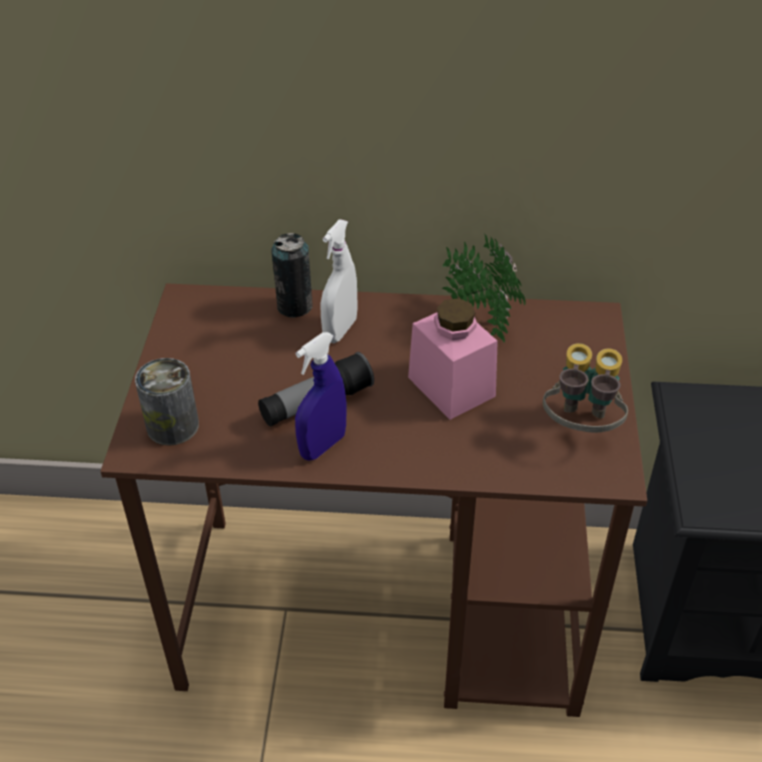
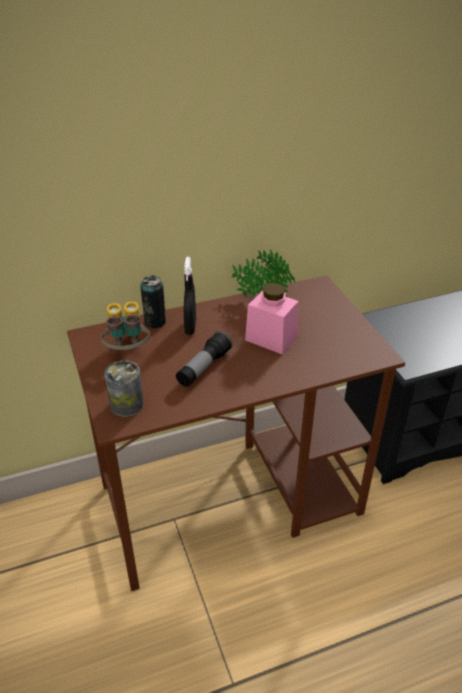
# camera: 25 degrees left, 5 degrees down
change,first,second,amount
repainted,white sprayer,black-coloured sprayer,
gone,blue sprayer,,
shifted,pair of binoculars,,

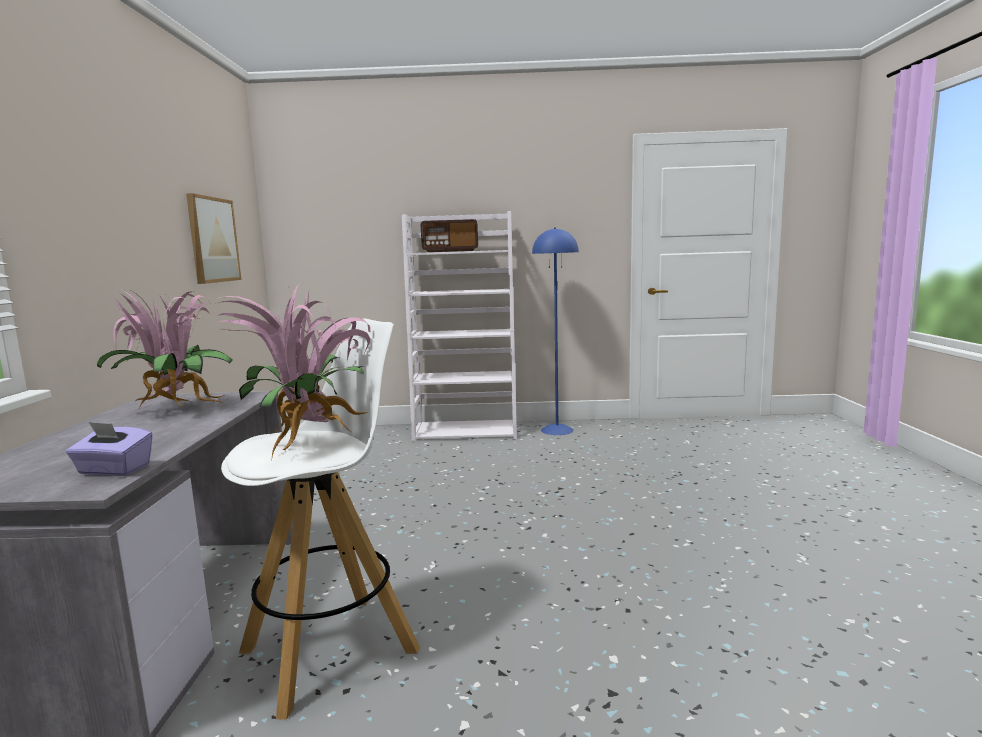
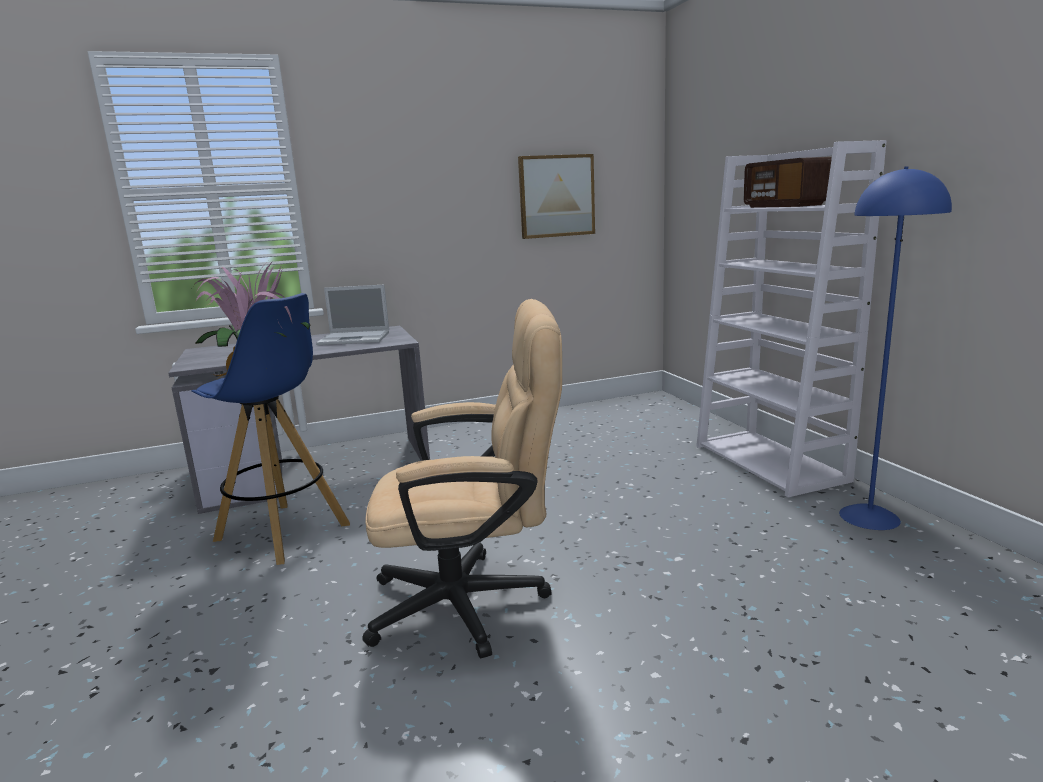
# camera: 70 degrees right, 5 degrees up
change,first,second,amount
swapped,plant in a pot (no. 1 from left),portable computer,
repainted,white stool seat,blue stool seat,
gone,purple-coloured box of tissues,,
new,,sand-coloured computer chair,

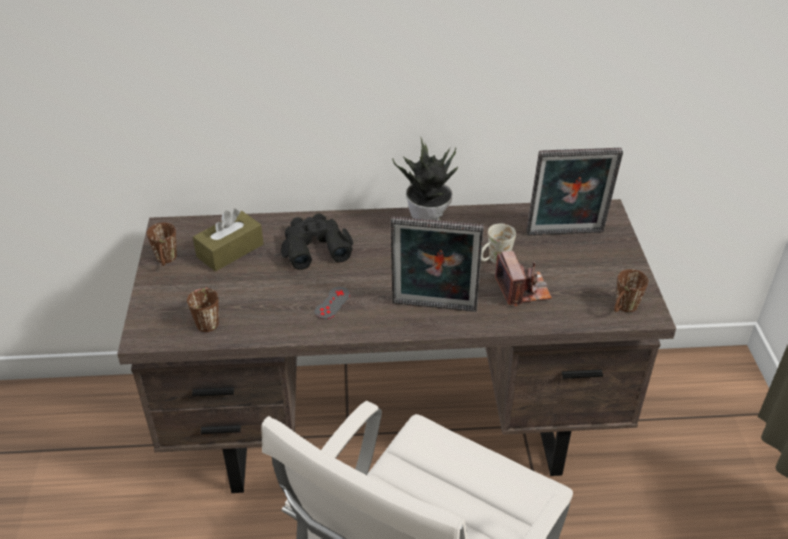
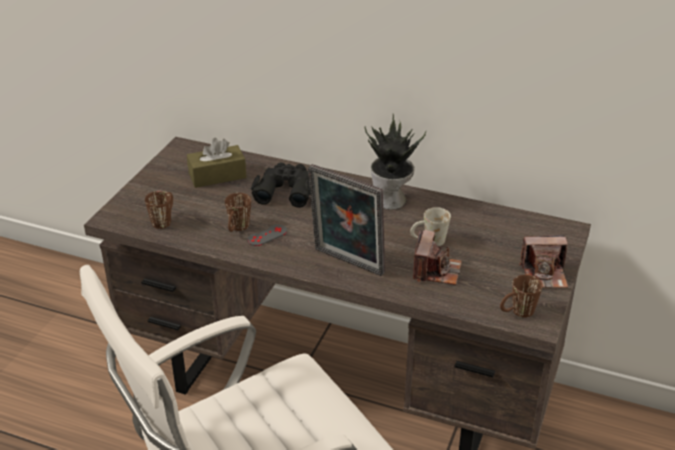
# camera: 25 degrees right, 5 degrees down
change,first,second,amount
gone,standing frame (no. 2 from left),,
shifted,brownish mug (no. 1 from left in the first image),brownish mug (no. 2 from left),
new,,photo camera (no. 2 from left),

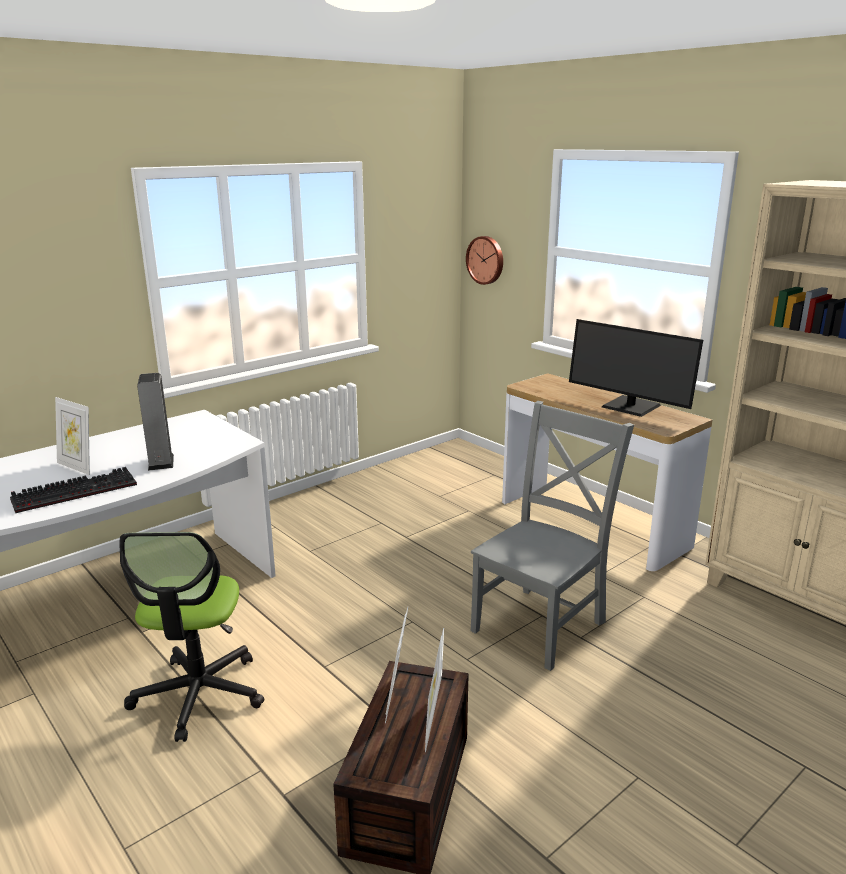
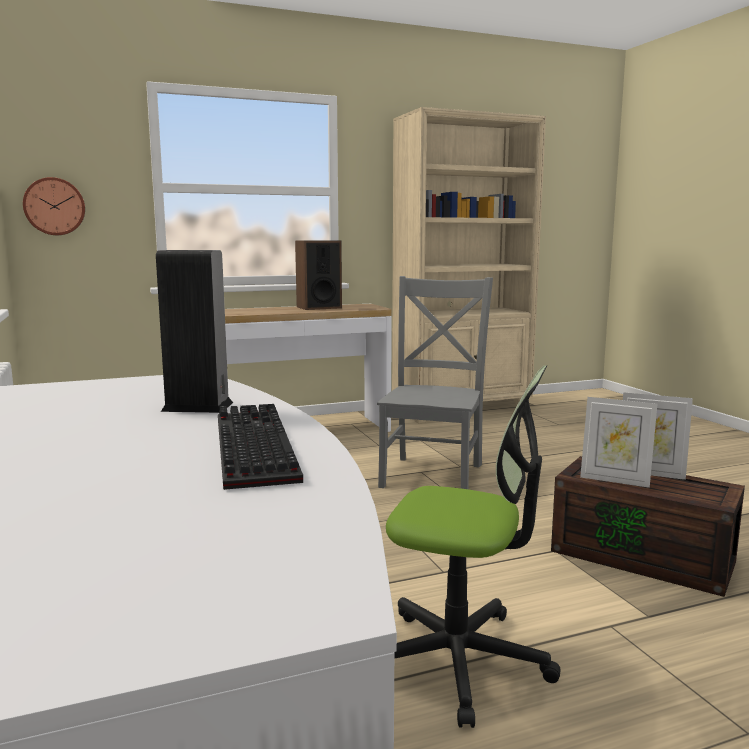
# camera: 70 degrees left, 10 degrees down
change,first,second,amount
swapped,computer display,speaker (no. 2 from left),
gone,standing frame (no. 1 from left),,
rotated,grey plain chair,,45 degrees clockwise

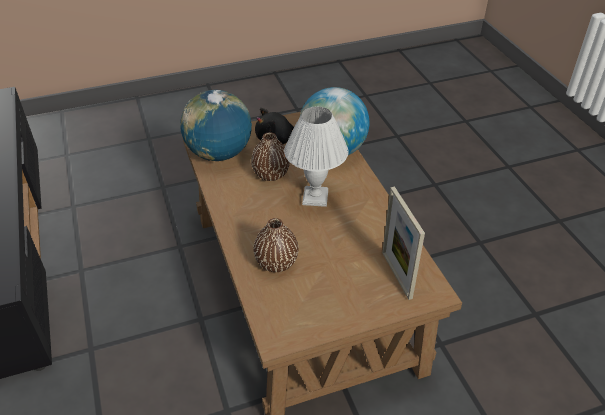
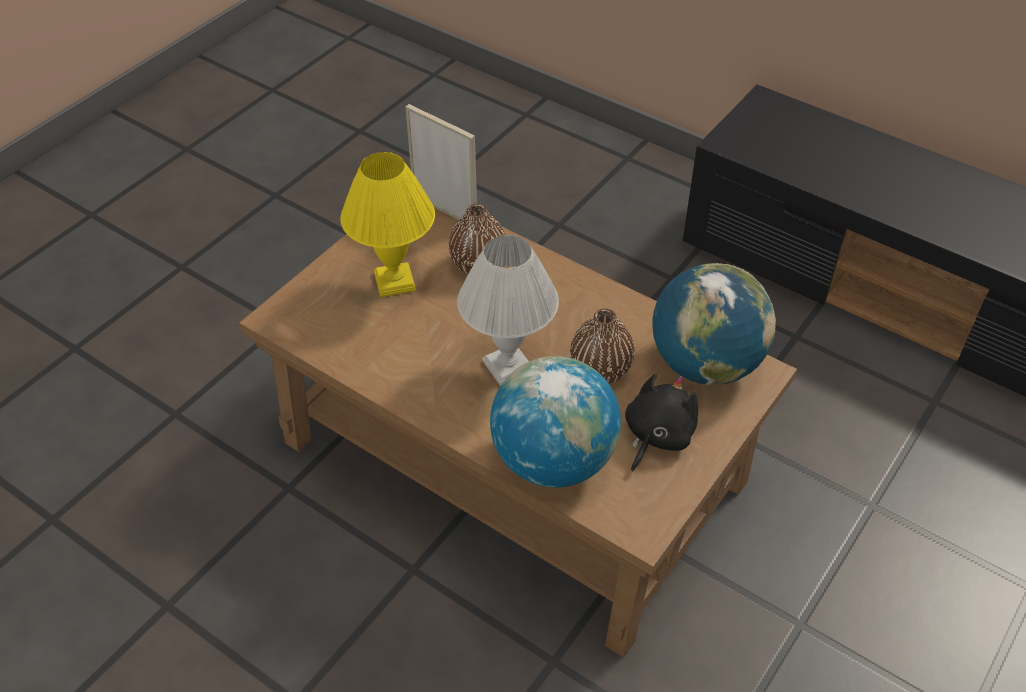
# camera: 145 degrees right, 5 degrees up
change,first,second,amount
shifted,standing frame,,
new,,yellow-coloured lamp for a table,

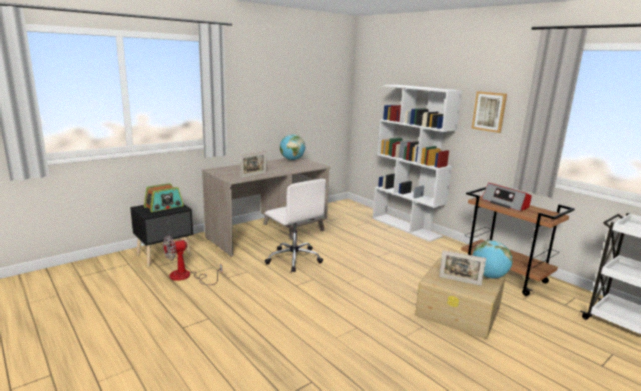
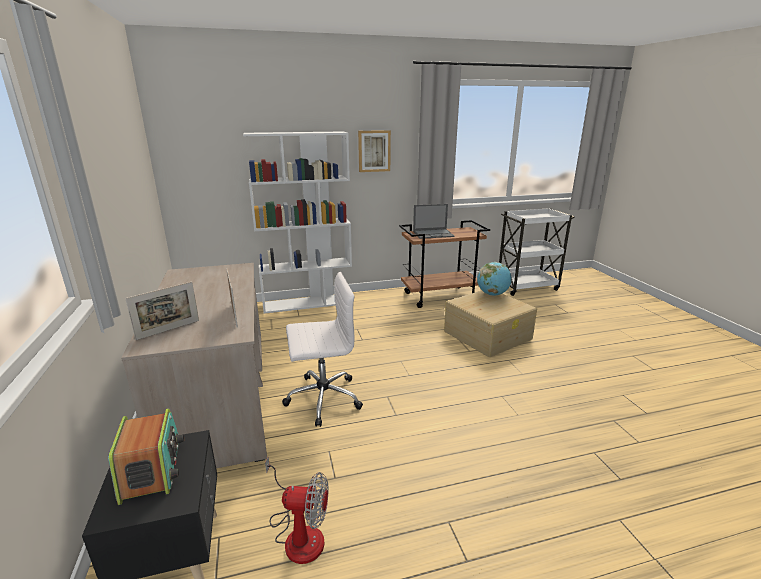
# camera: 65 degrees left, 5 degrees up
change,first,second,amount
gone,world globe (no. 1 from left),,
swapped,radio (no. 2 from left),portable computer,
rotated,electric fan,,75 degrees counterclockwise
shifted,standing frame (no. 2 from left in the first image),standing frame (no. 1 from left),

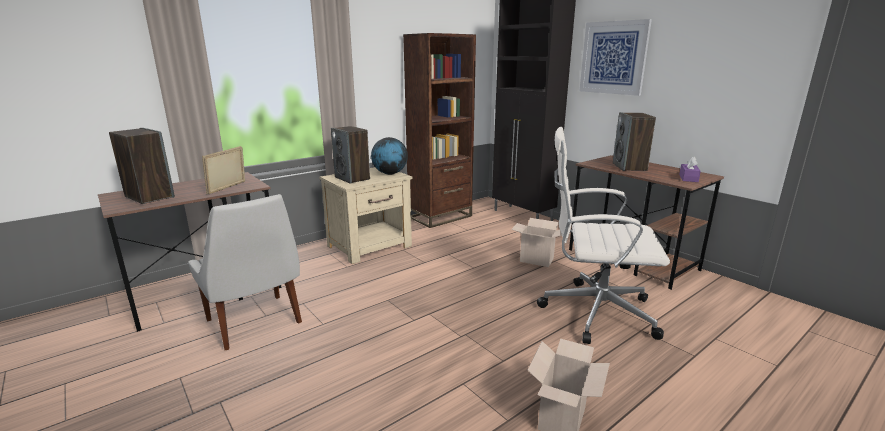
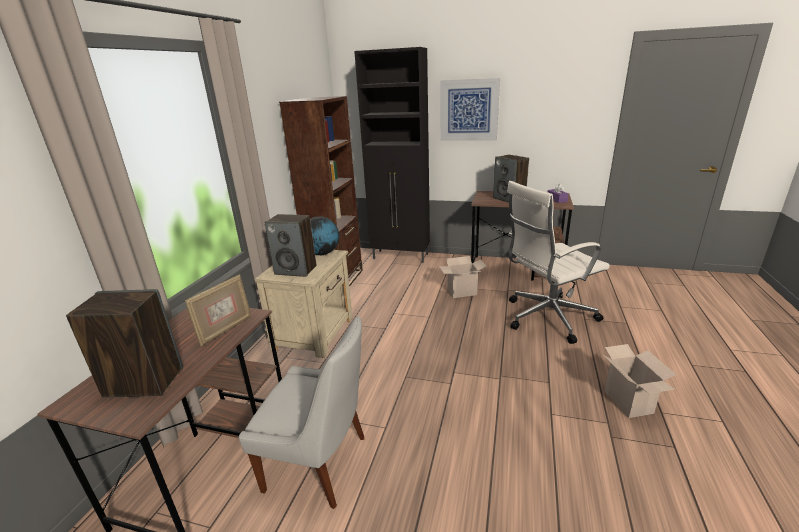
# camera: 35 degrees left, 5 degrees up
change,first,second,amount
rotated,standing frame,,135 degrees counterclockwise

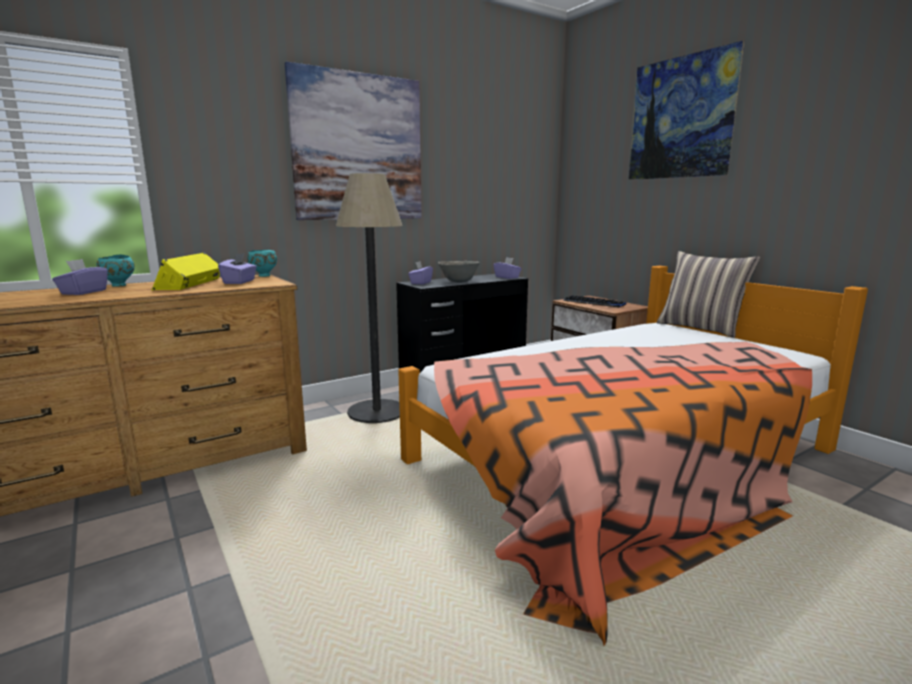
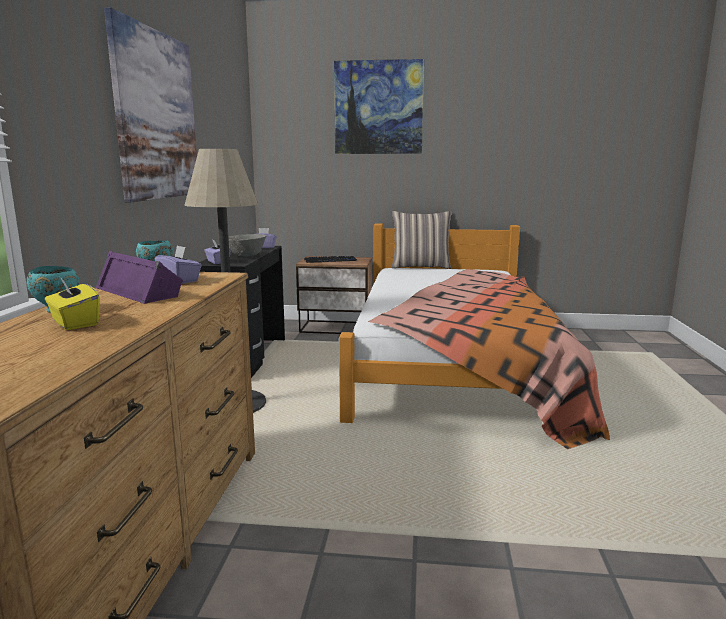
# camera: 50 degrees left, 0 degrees up
change,first,second,amount
repainted,yellow-coloured speaker,purple-coloured speaker,
repainted,purple-coloured box of tissues (no. 1 from left),yellow-coloured box of tissues,

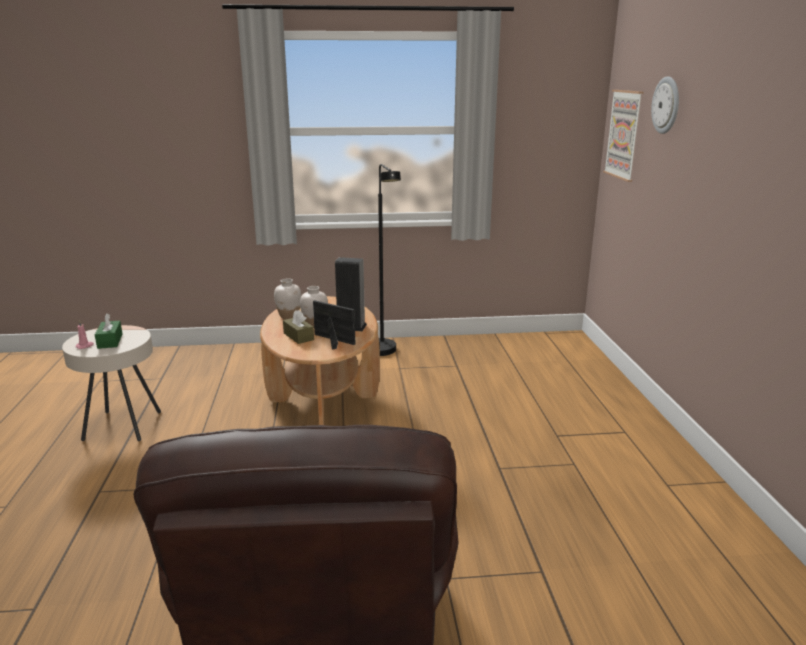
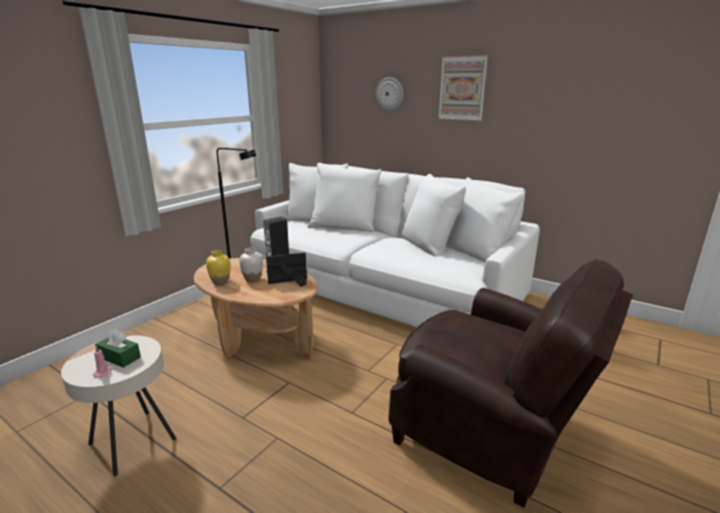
# camera: 50 degrees left, 0 degrees up
change,first,second,amount
shifted,picture,,
repainted,white vase (no. 1 from left),yellow-coloured vase,
gone,brownish box of tissues,,
new,,white couch,

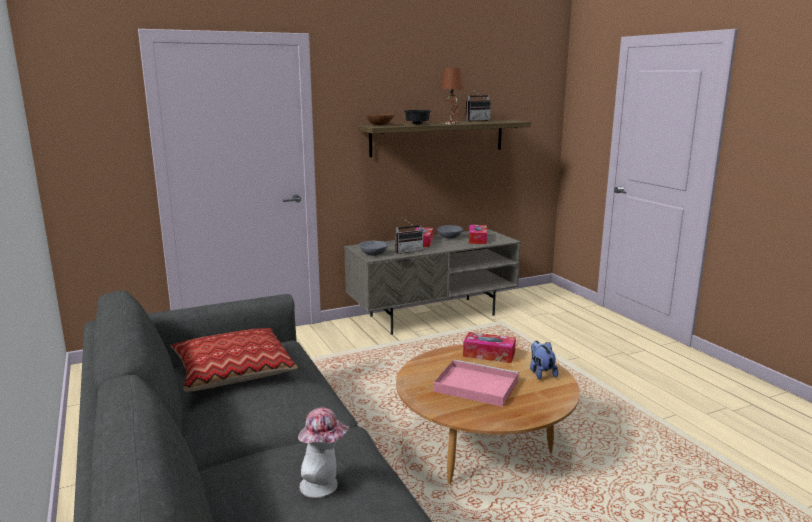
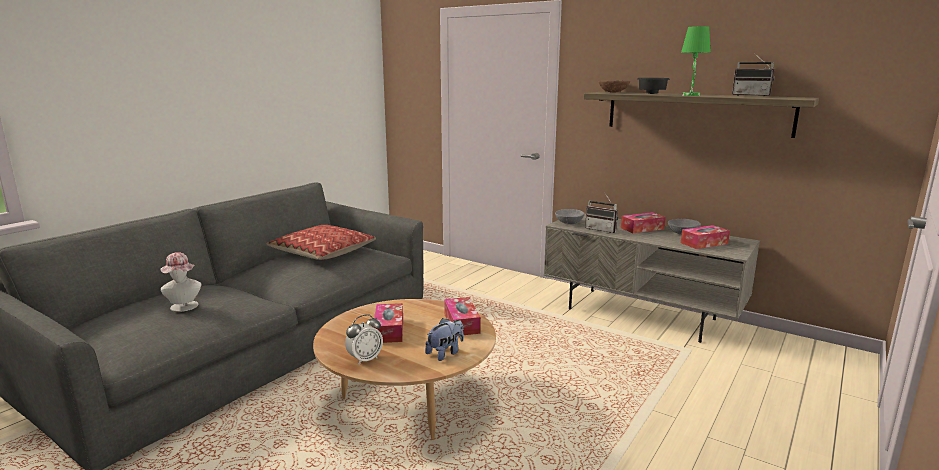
# camera: 60 degrees right, 0 degrees up
change,first,second,amount
repainted,brownish lamp for a table,green-coloured lamp for a table,
swapped,pink-coloured carrying tray,box of tissues (no. 1 from left),
new,,alarm clock,

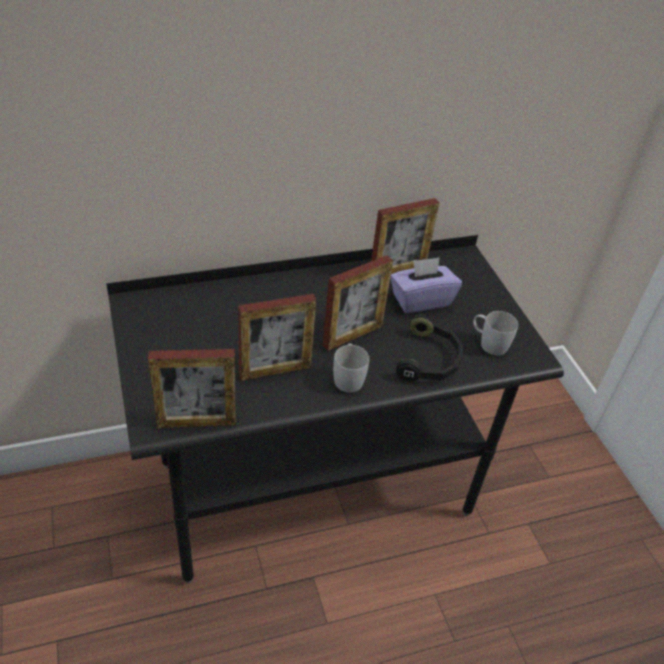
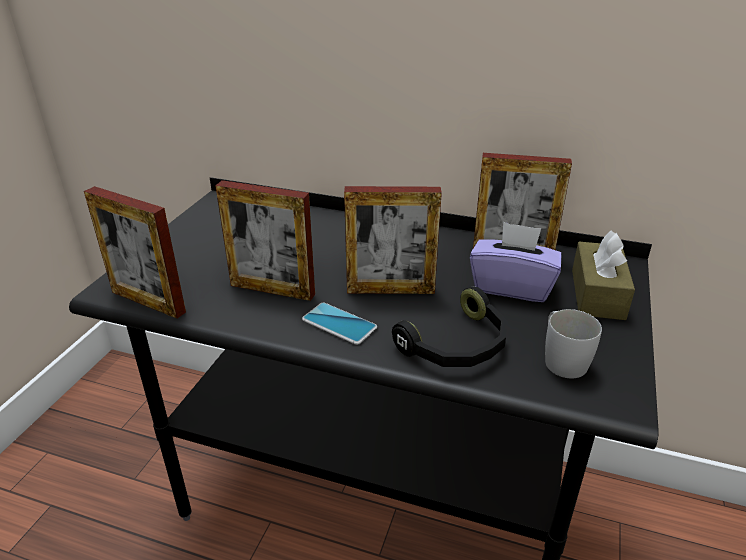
# camera: 40 degrees right, 10 degrees down
change,first,second,amount
swapped,white mug (no. 1 from left),telephone,
new,,brownish box of tissues,

